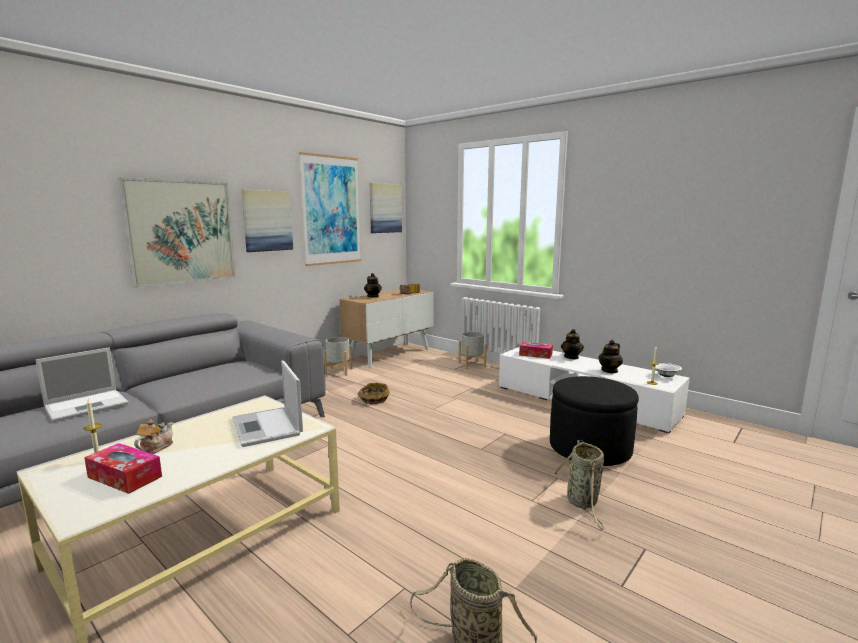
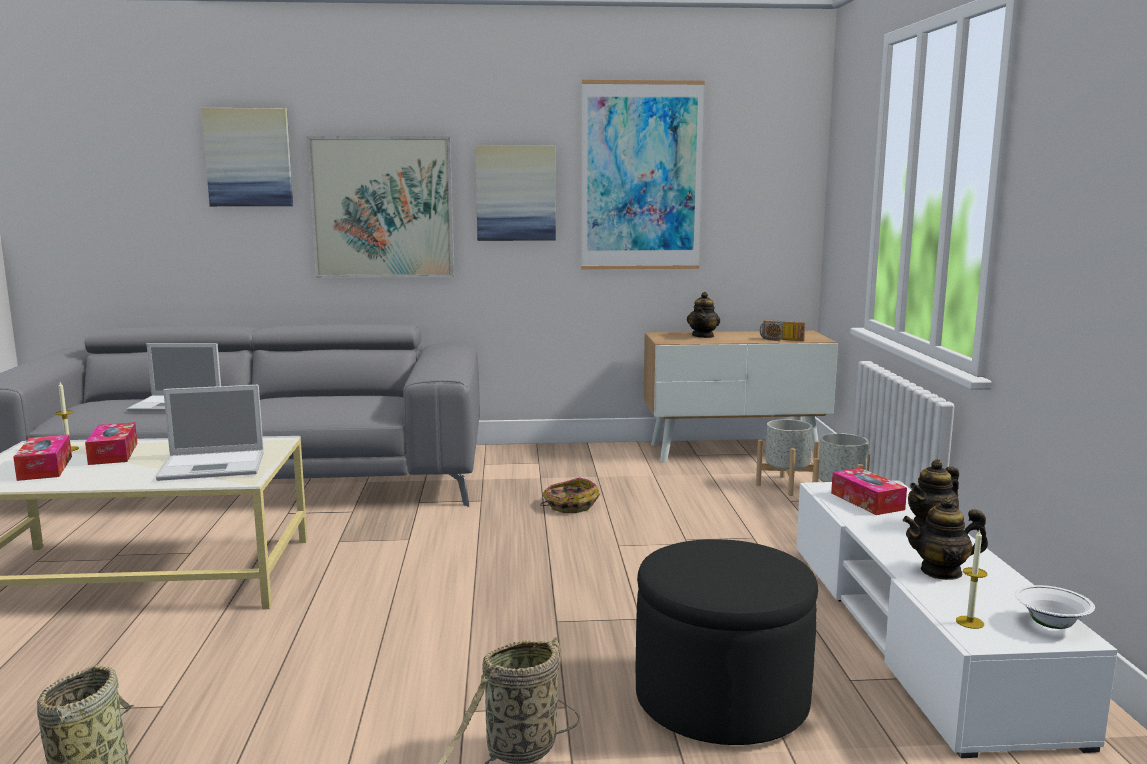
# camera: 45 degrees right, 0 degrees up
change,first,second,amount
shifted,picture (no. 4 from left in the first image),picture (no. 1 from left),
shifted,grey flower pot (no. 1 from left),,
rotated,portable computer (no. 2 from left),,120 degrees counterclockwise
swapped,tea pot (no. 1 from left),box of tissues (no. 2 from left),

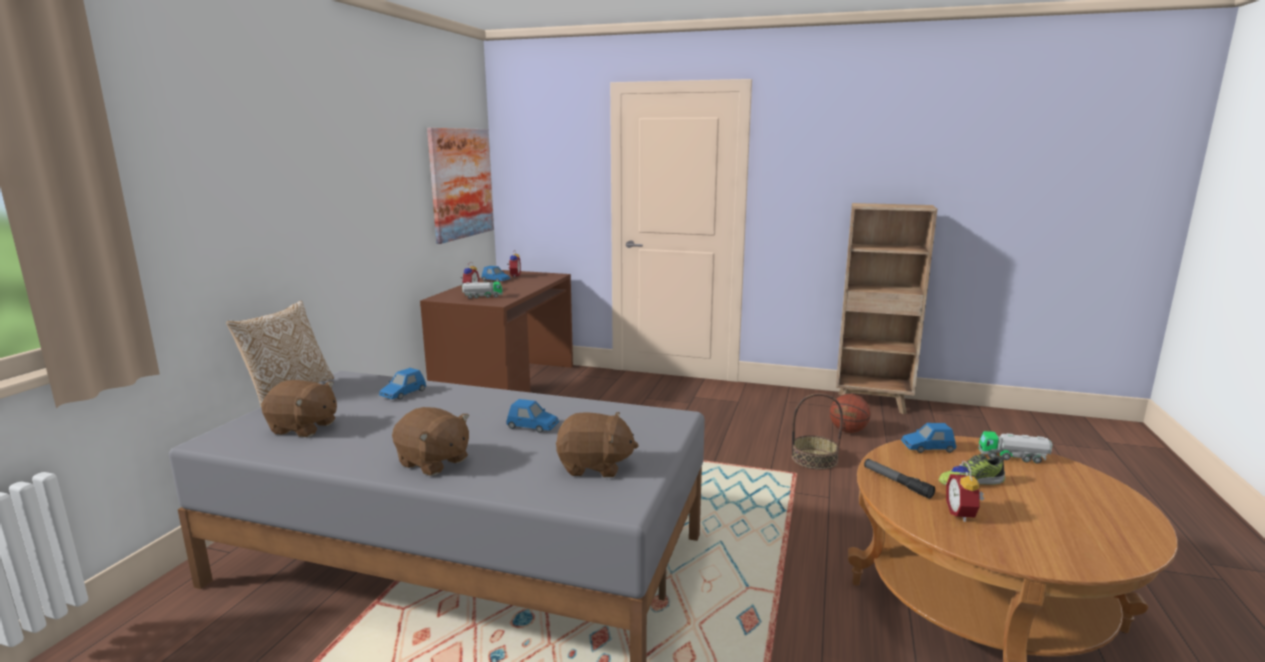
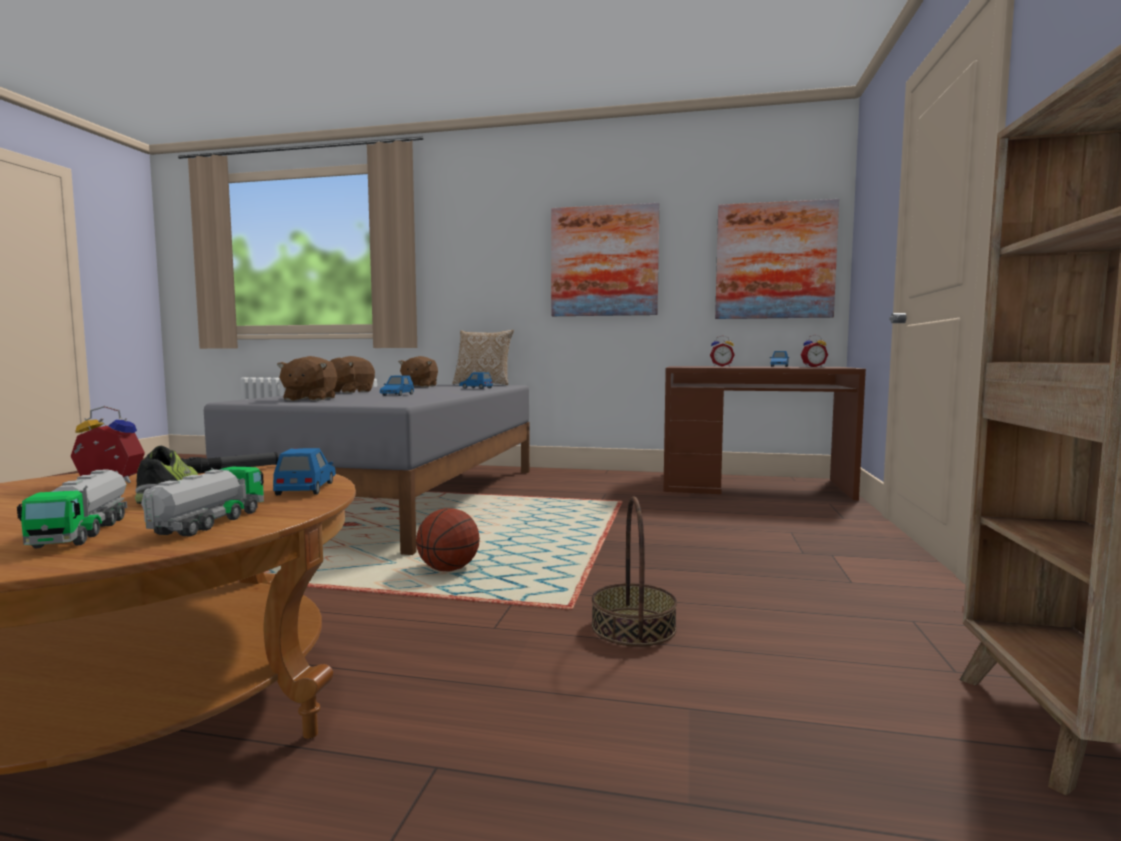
# camera: 85 degrees right, 10 degrees down
change,first,second,amount
shifted,toy lorry (no. 1 from left),,
shifted,basketball ball,,
new,,picture (no. 1 from left),

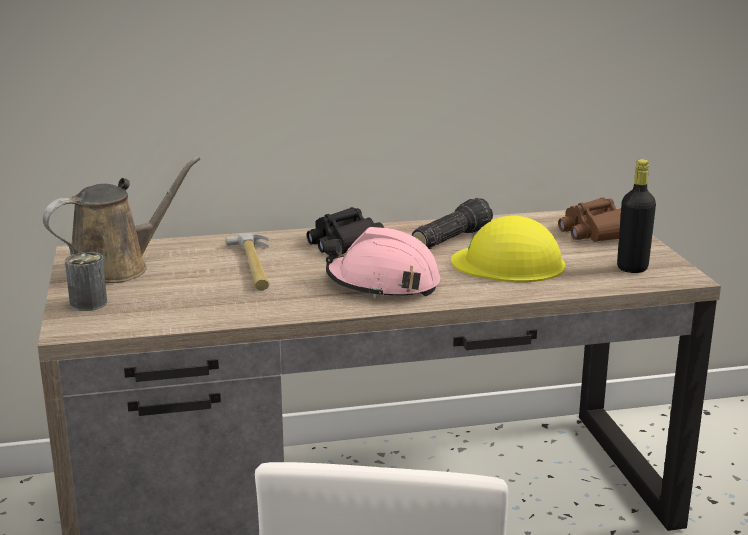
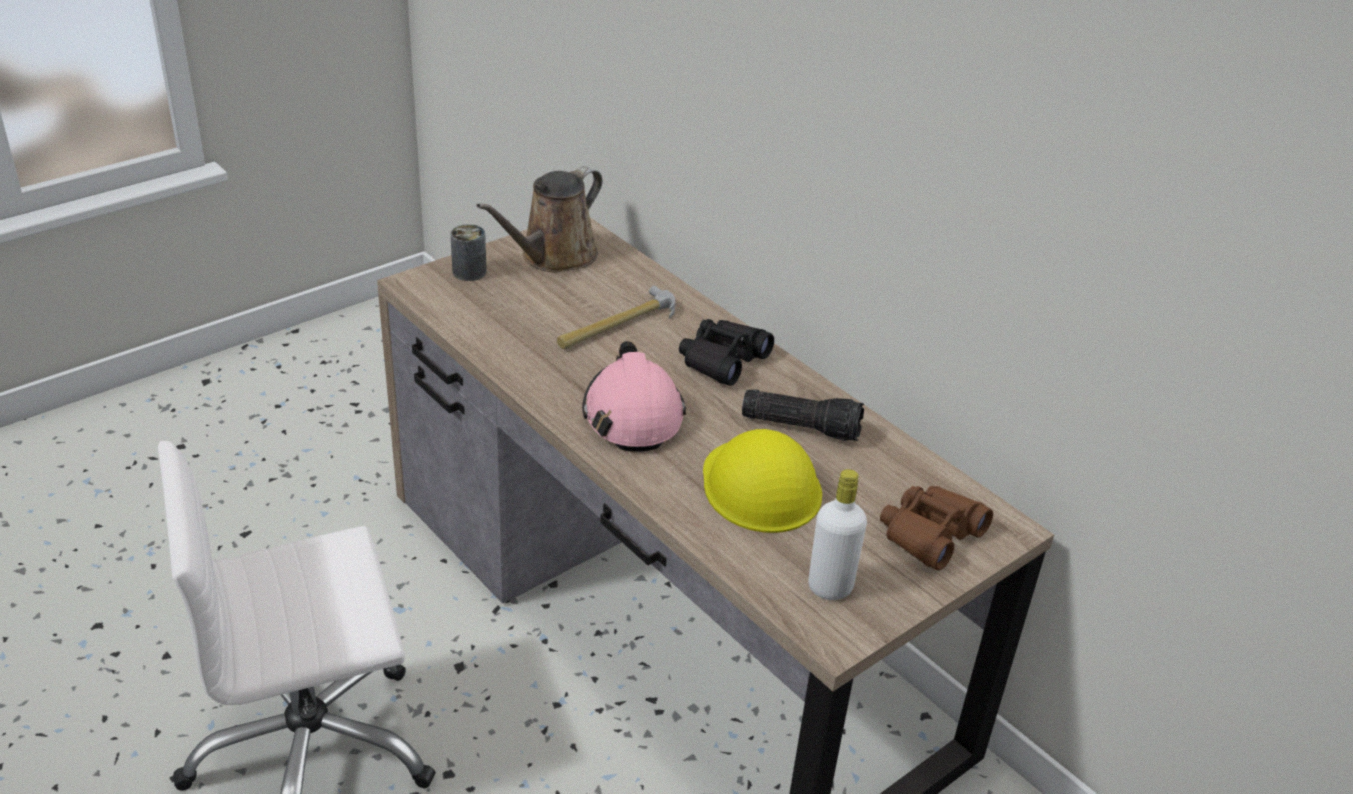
# camera: 60 degrees right, 15 degrees up
change,first,second,amount
rotated,brownish sprinkling can,,105 degrees clockwise
repainted,black-coloured bottle,white bottle,

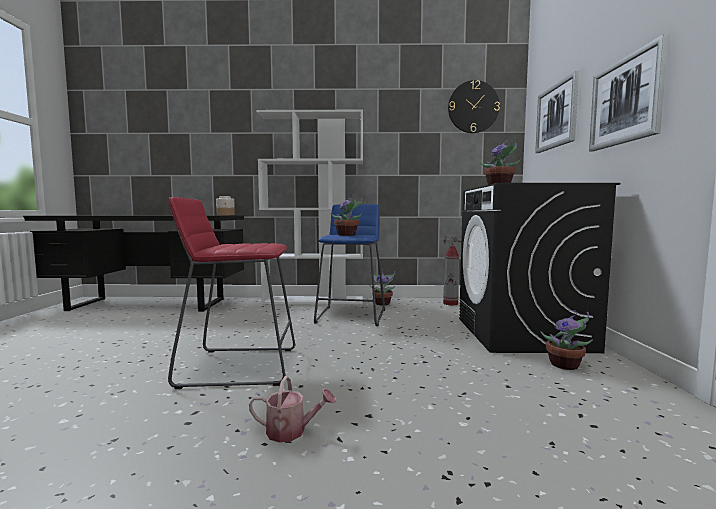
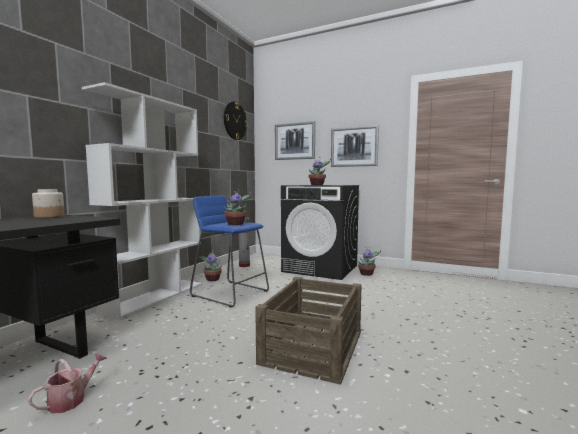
# camera: 65 degrees left, 0 degrees up
change,first,second,amount
swapped,red stool seat,packing crate,
shifted,sprinkling can,,

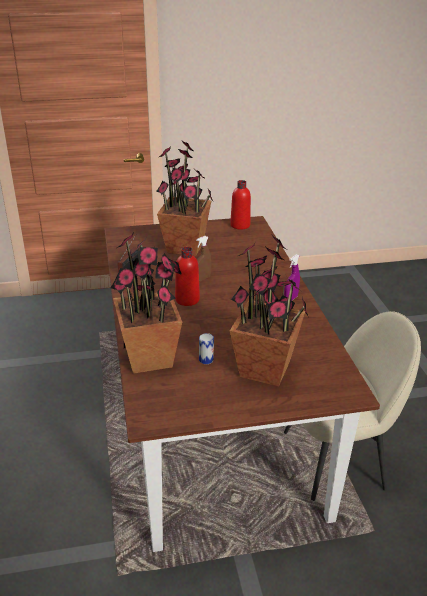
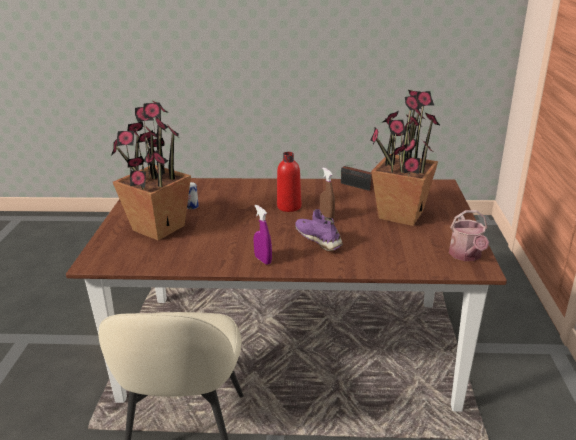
# camera: 105 degrees right, 5 degrees down
change,first,second,amount
swapped,red bottle (no. 2 from left),sprinkling can,
gone,plant in a pot (no. 1 from left),,
new,,purple-coloured item of footwear,

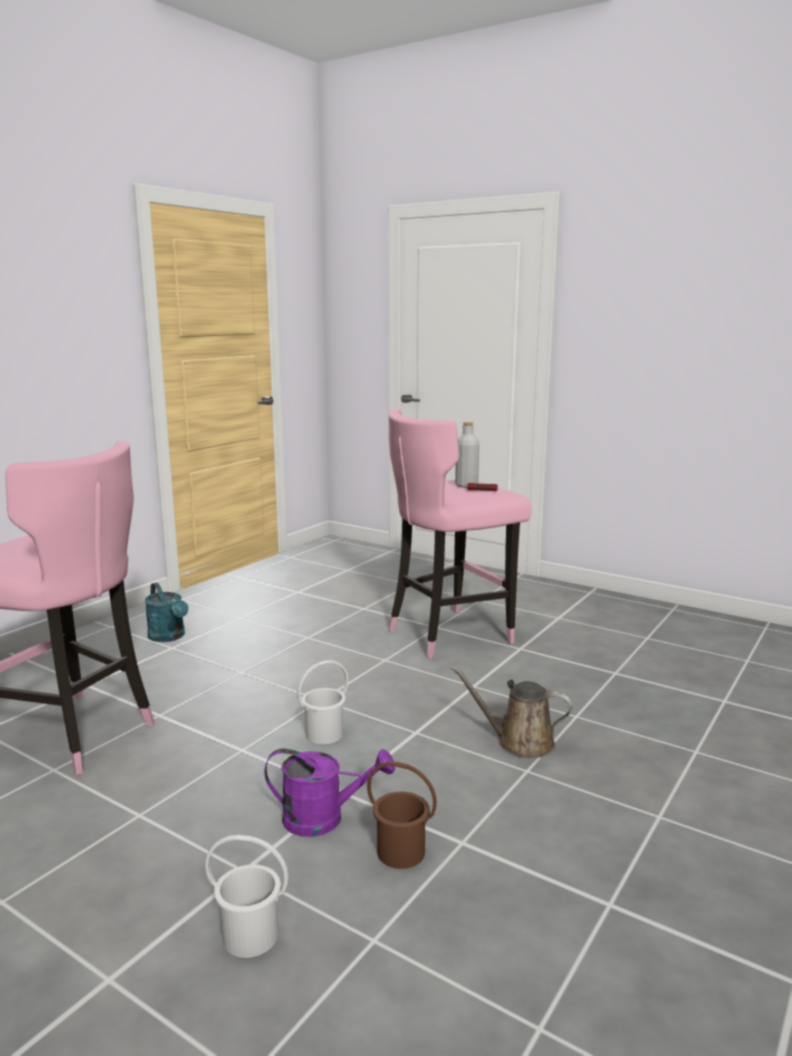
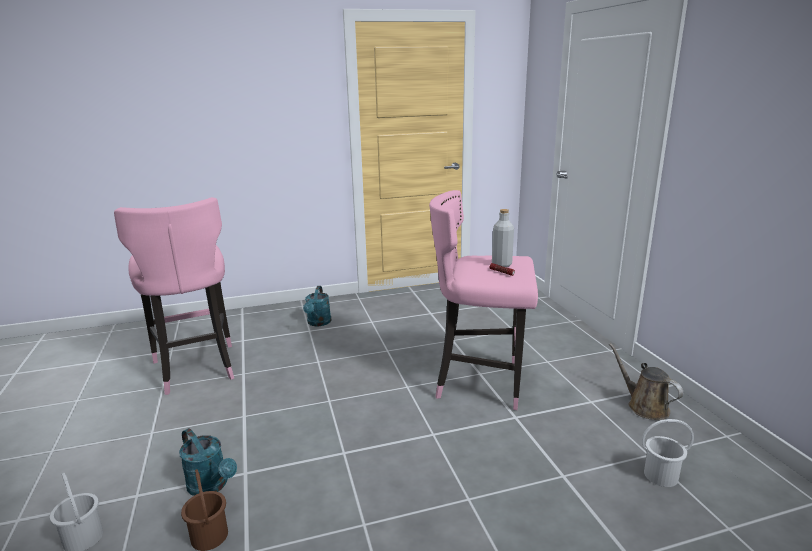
# camera: 40 degrees right, 5 degrees up
change,first,second,amount
shifted,white pail (no. 2 from left),,
shifted,brownish sprinkling can,,
repainted,purple-coloured sprinkling can,turquoise sprinkling can (no. 1 from left),

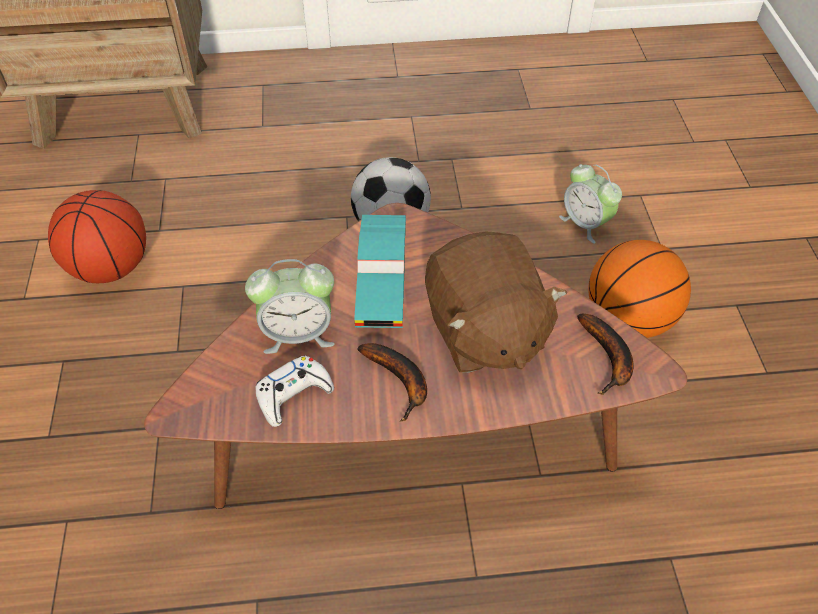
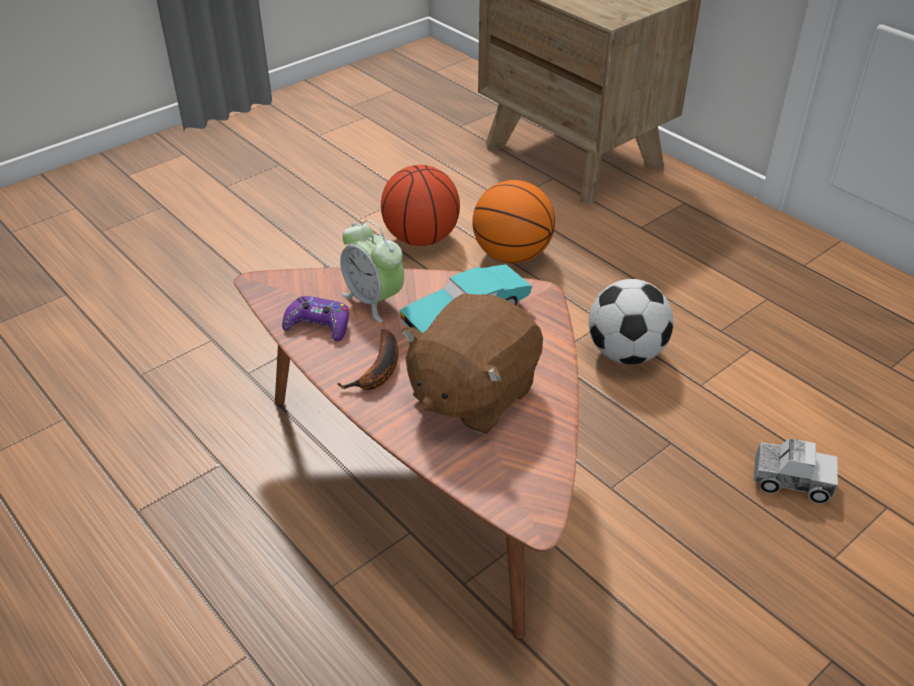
# camera: 55 degrees right, 10 degrees down
change,first,second,amount
swapped,alarm clock (no. 2 from left),toy lorry,
shifted,basketball ball (no. 2 from left),,
gone,whole banana (no. 2 from left),,
repainted,white game controller,purple-coloured game controller,

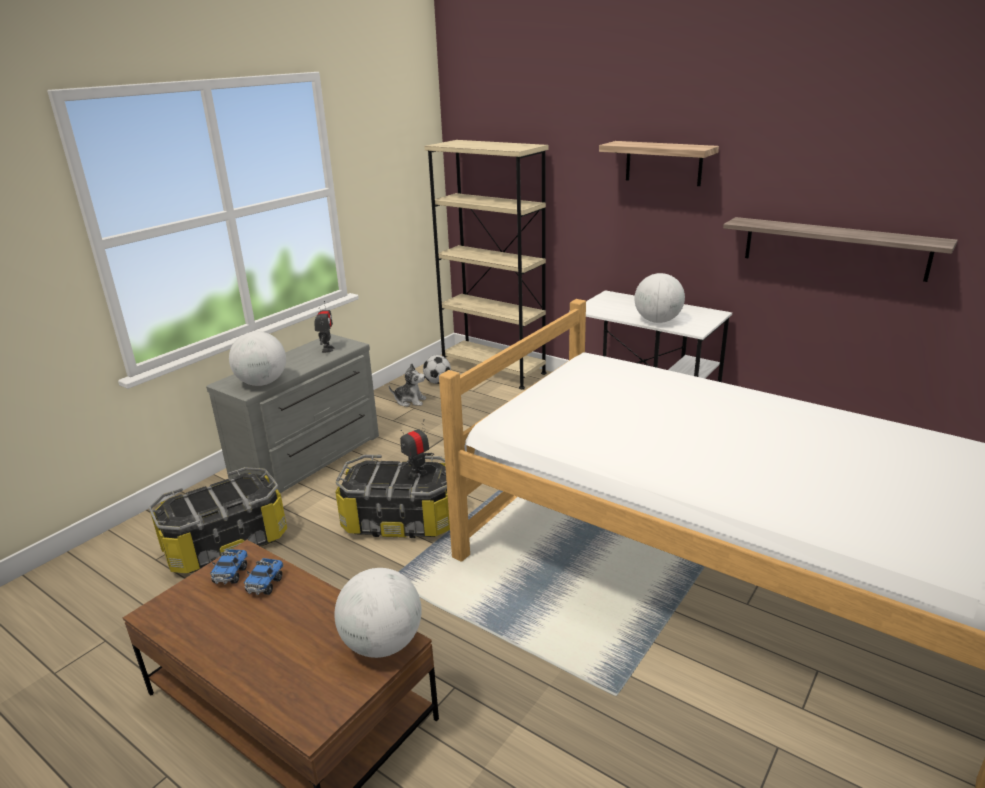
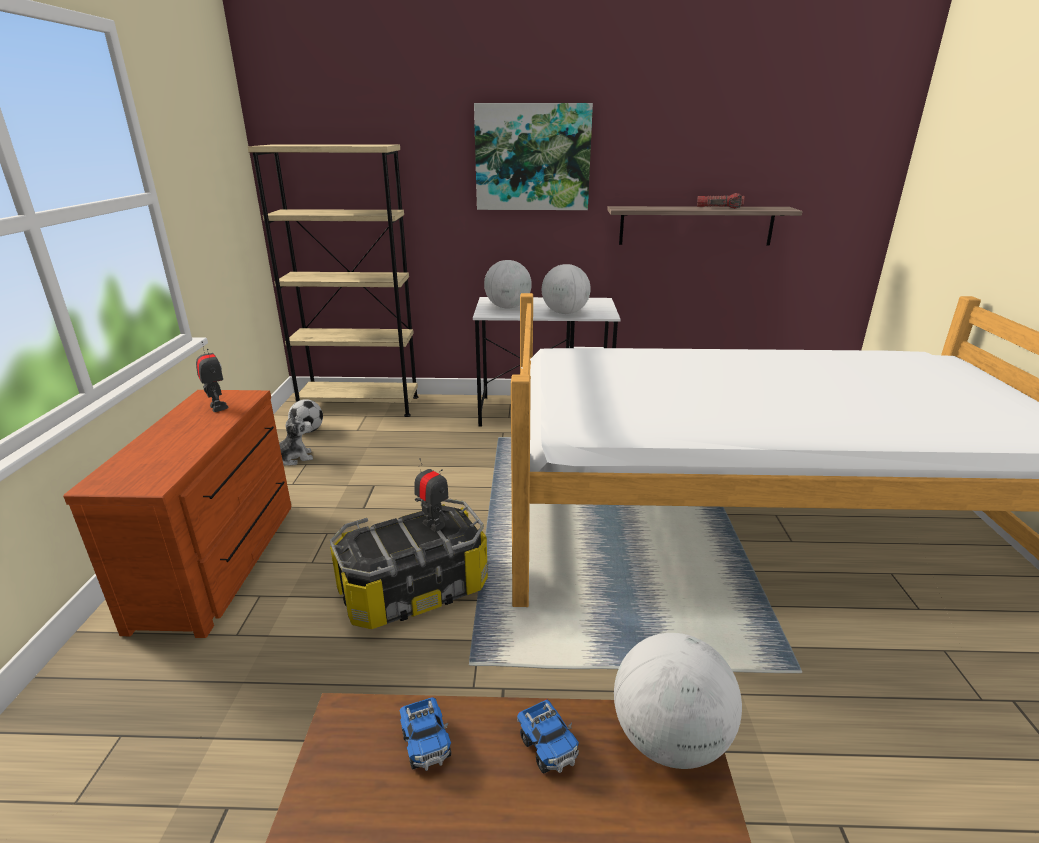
# camera: 35 degrees left, 0 degrees up
change,first,second,amount
swapped,bracket shelf (no. 1 from left),picture,
shifted,world globe (no. 1 from left),,
repainted,grey dresser,brownish dresser,
rotated,model robot (no. 2 from left),,120 degrees clockwise
gone,storage box (no. 1 from left),,
shifted,toy lorry (no. 1 from left in the first image),toy lorry (no. 2 from left),
new,,hand torch,

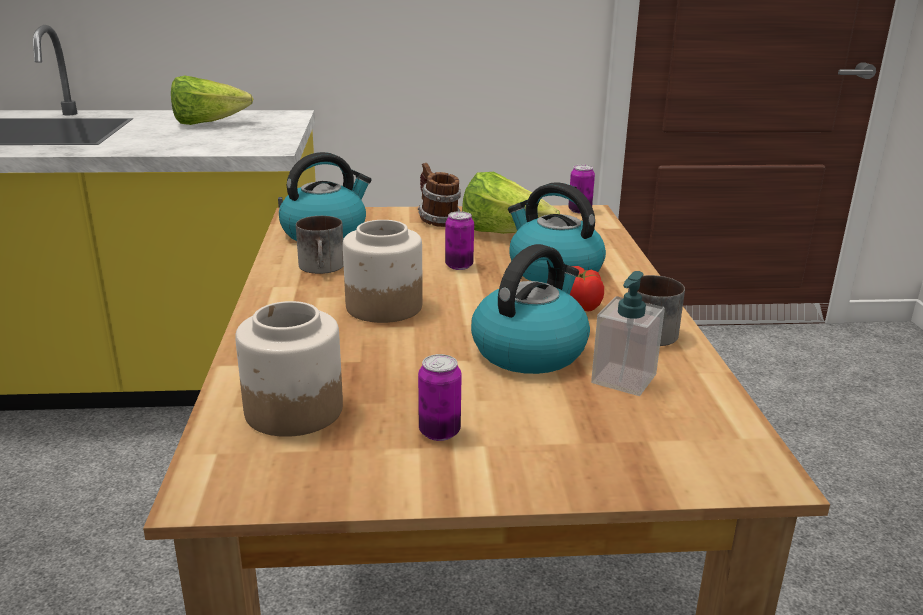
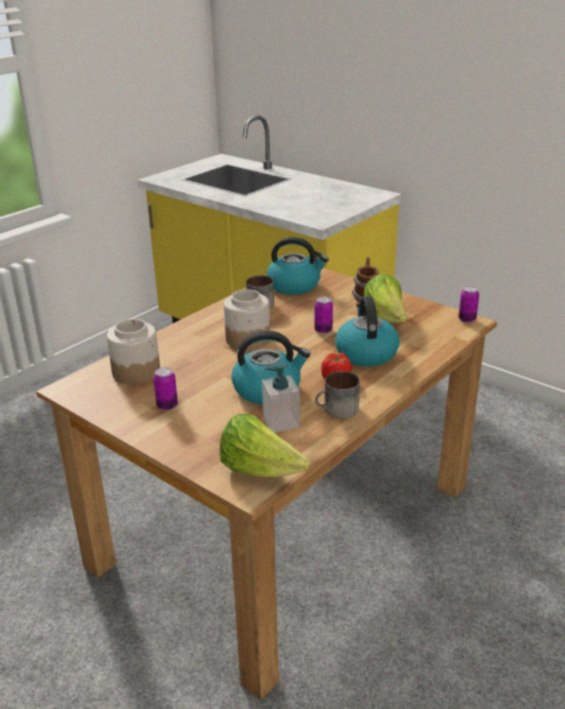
# camera: 45 degrees right, 5 degrees up
change,first,second,amount
shifted,lettuce head (no. 1 from left),,

